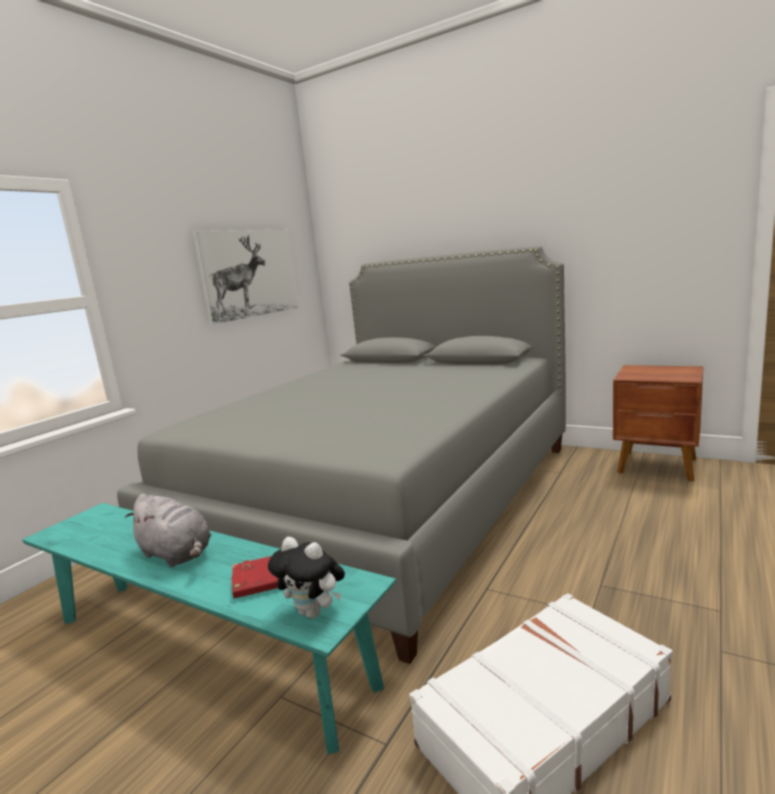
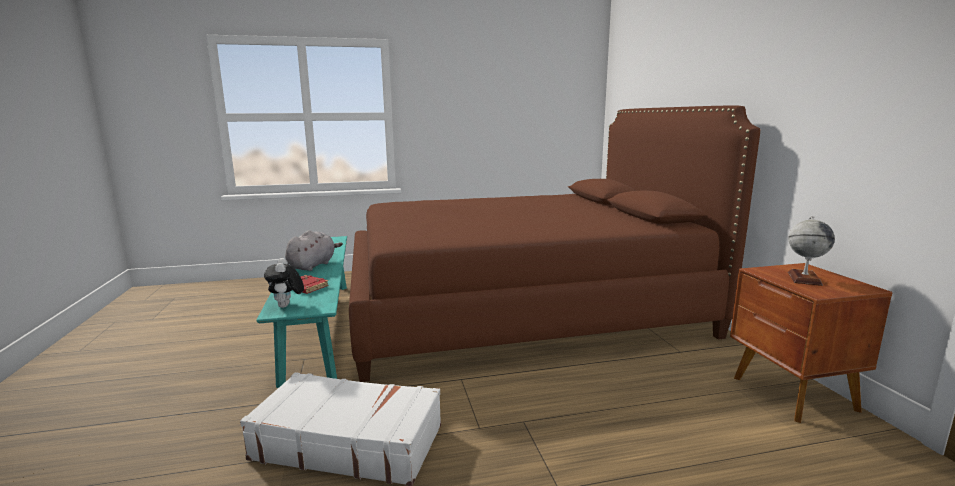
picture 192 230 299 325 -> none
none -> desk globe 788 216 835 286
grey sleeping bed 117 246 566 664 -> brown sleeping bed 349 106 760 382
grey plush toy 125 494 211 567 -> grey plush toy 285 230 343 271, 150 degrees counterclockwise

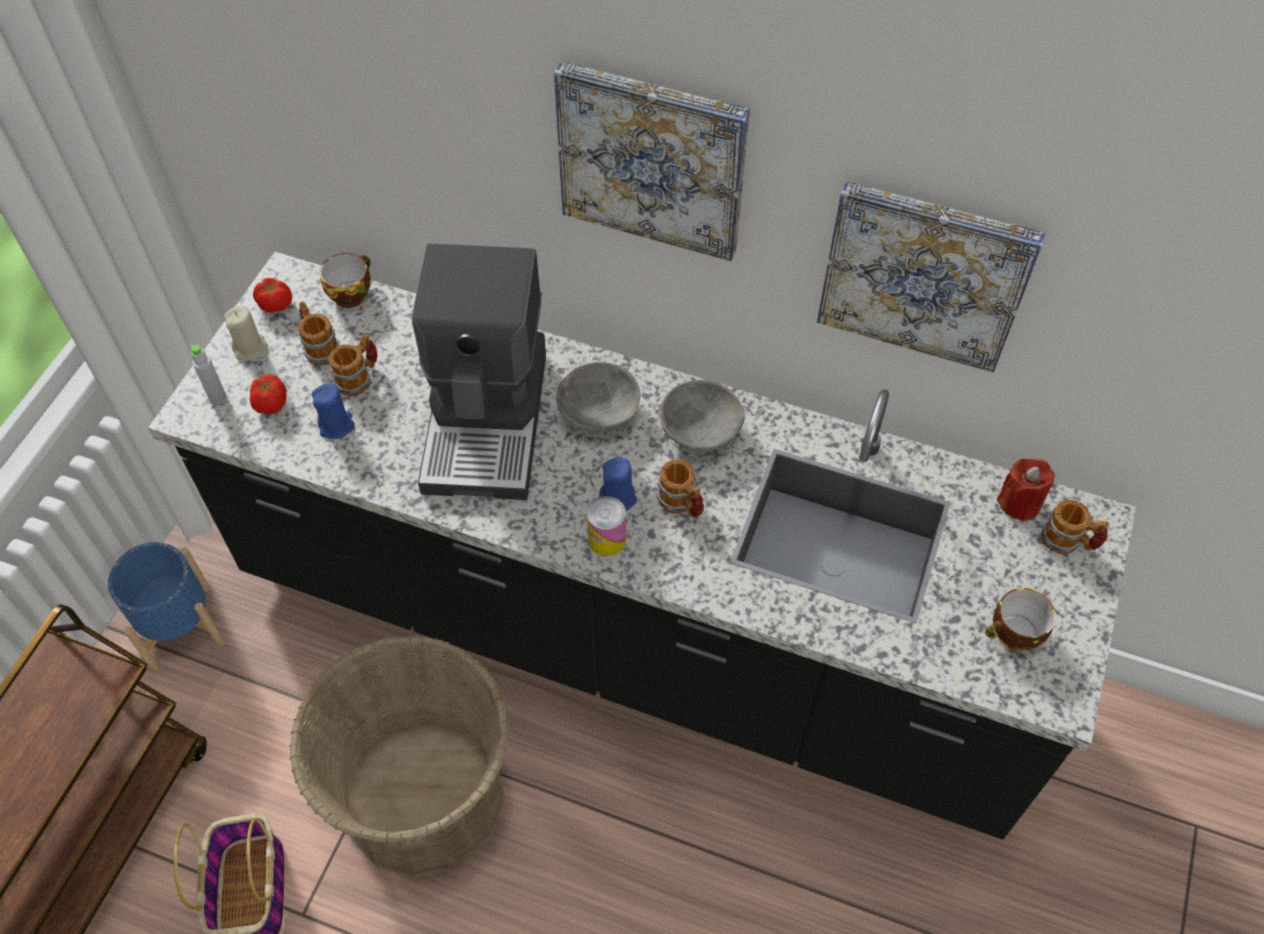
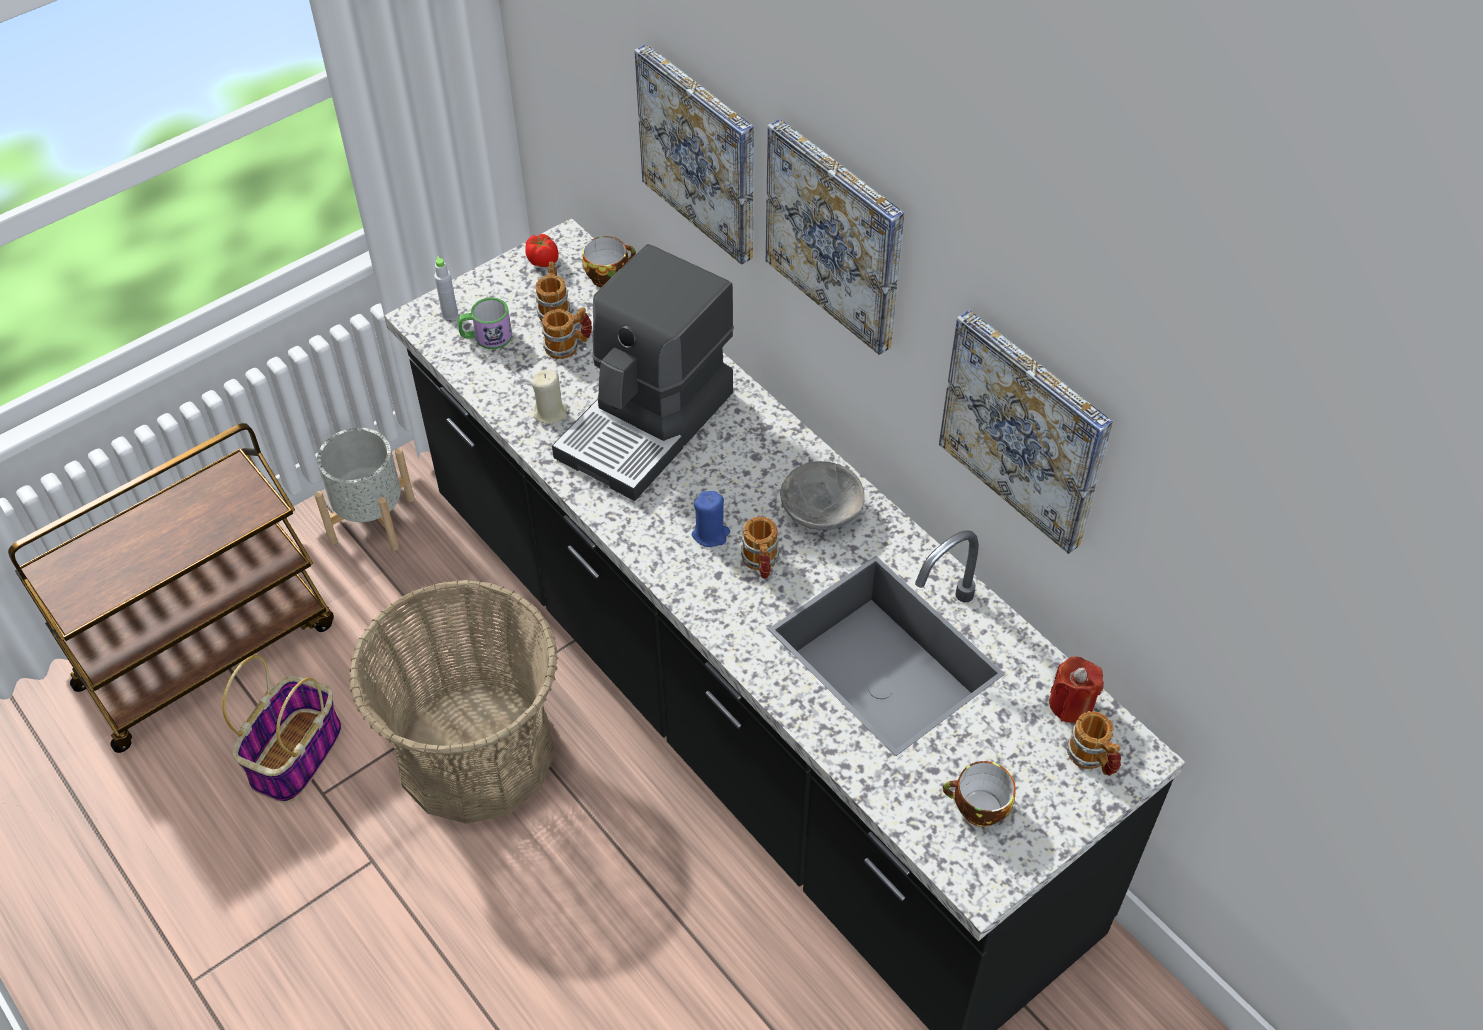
blue-coloured wax candle 312 384 355 439 -> none
grey bowl 556 362 641 432 -> none
sealed can 587 496 626 556 -> none
none -> picture 634 44 754 265
beige-coloured wax candle 224 306 268 361 -> beige-coloured wax candle 532 369 568 424, move
tomato 250 374 286 414 -> mug 458 297 512 349
blue-coloured flower pot 108 542 225 670 -> grey flower pot 314 428 415 551

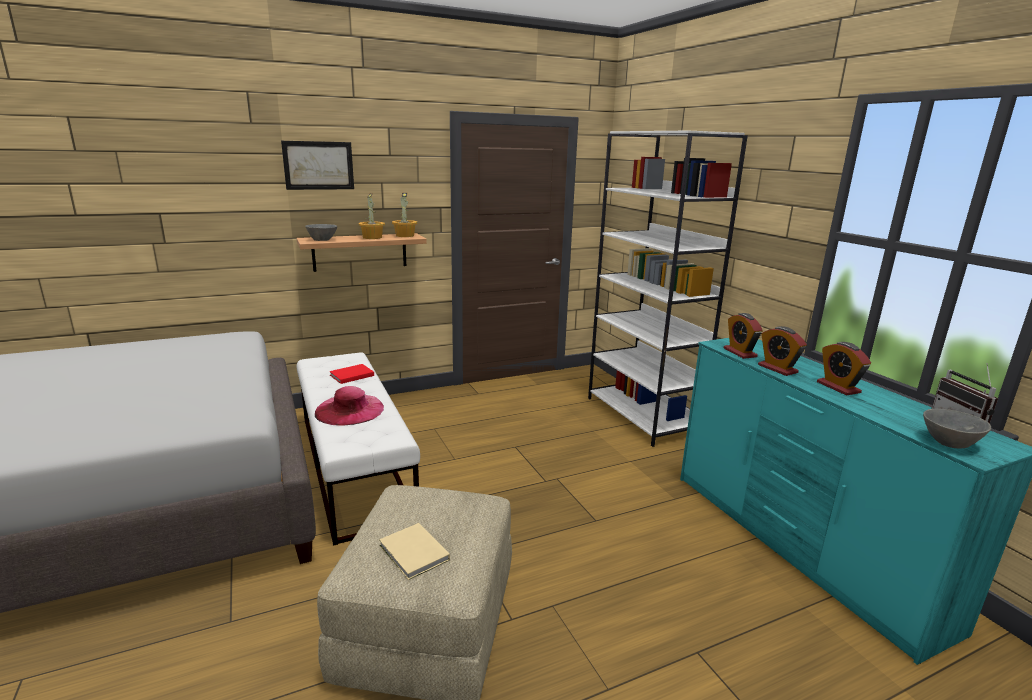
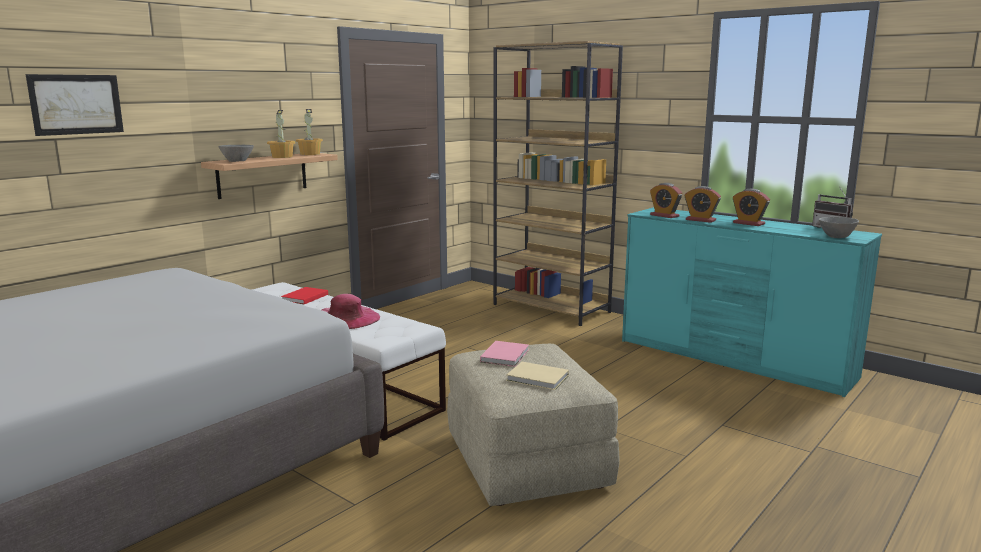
none -> pink volume 480 341 529 367
picture 281 141 354 190 -> picture 26 74 124 136, move
whitish shelving unit 588 131 748 447 -> brown shelving unit 493 41 623 326

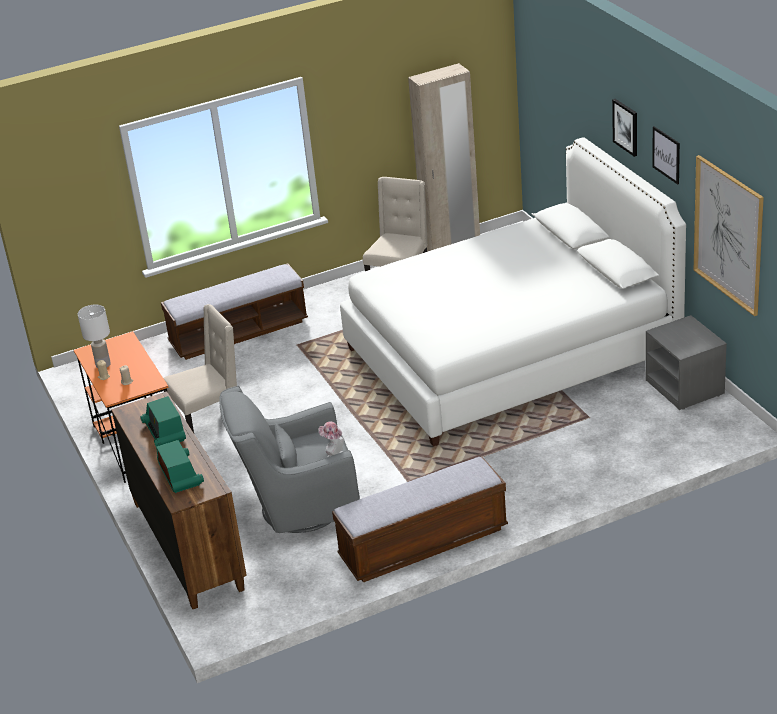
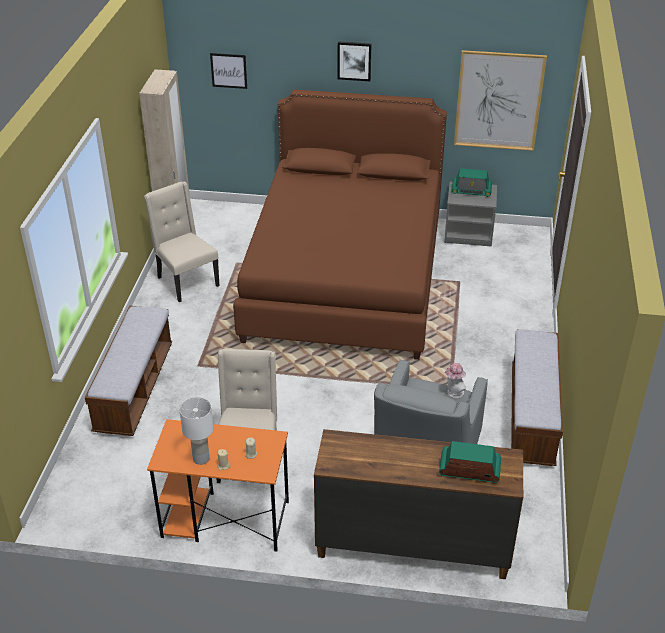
radio receiver 140 396 186 446 -> radio receiver 452 168 492 197, move
picture 652 126 680 185 -> picture 210 53 247 89, move
whitish sleeping bed 340 137 686 447 -> brown sleeping bed 233 89 447 360

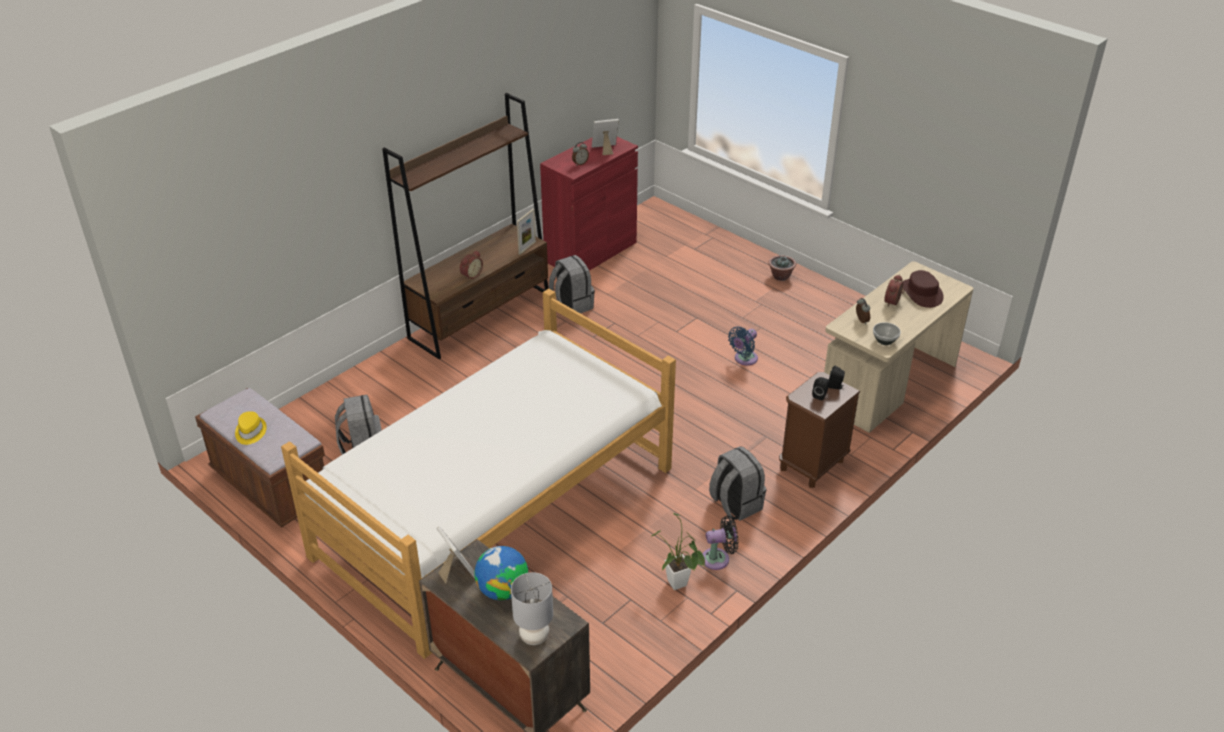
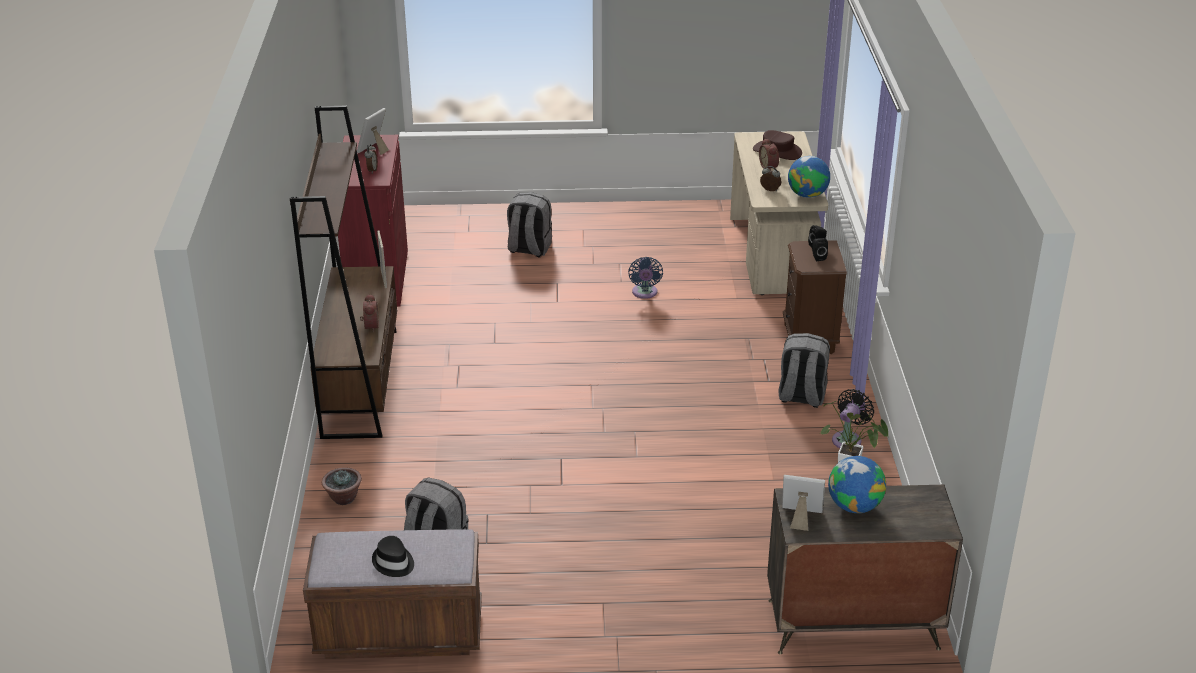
sleeping bed 281 289 676 659 -> none
grey table lamp 511 572 553 645 -> none
grey knapsack 549 255 595 313 -> grey knapsack 507 192 552 257, move
houseplant 769 255 796 281 -> houseplant 322 467 362 505, move
bowl 873 322 901 345 -> desk globe 788 156 830 198
yellow clothing hat 235 411 267 445 -> black clothing hat 372 536 414 577

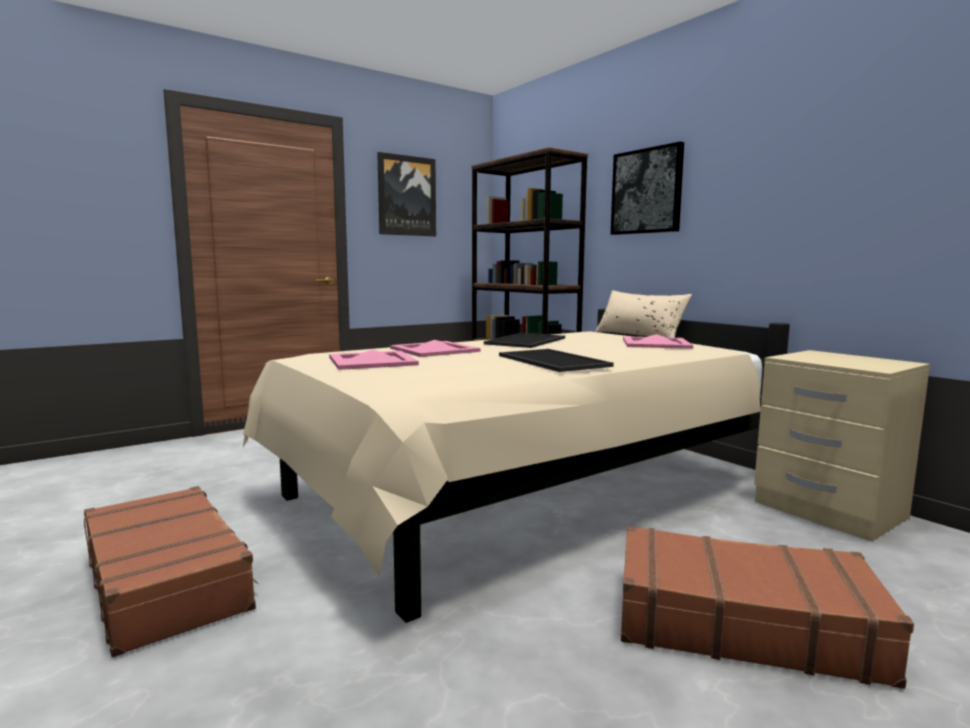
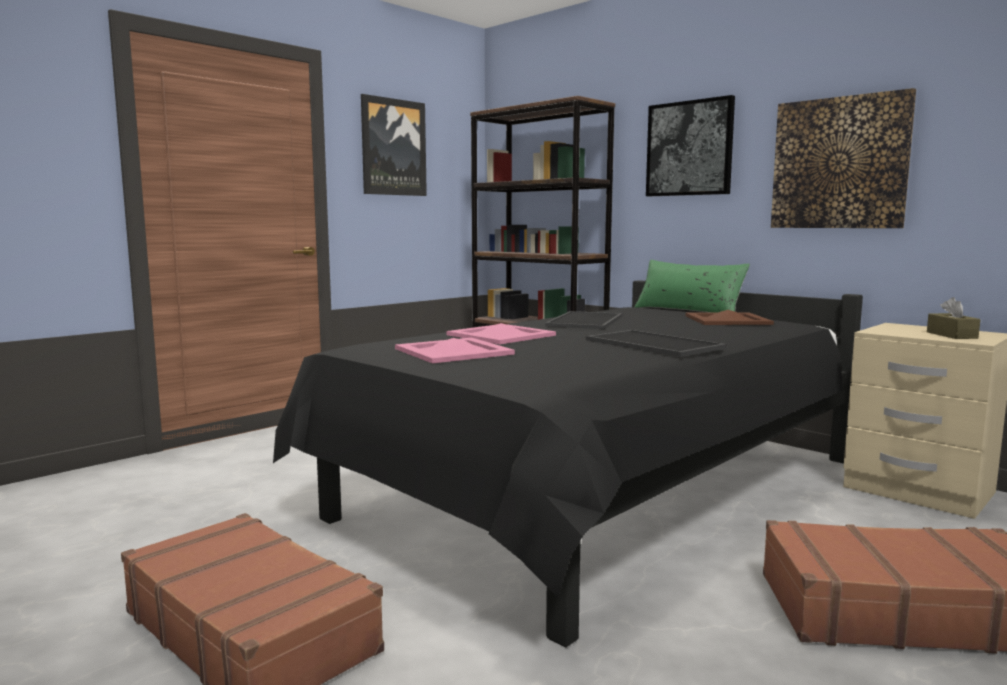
none -> picture 771 88 916 228
none -> brown box of tissues 927 297 981 339
beige-coloured sleeping bed 243 309 790 623 -> black sleeping bed 273 280 863 648
beige-coloured cushion 595 290 692 338 -> green cushion 635 260 750 313
pink tray 623 334 693 349 -> brown tray 685 310 774 325

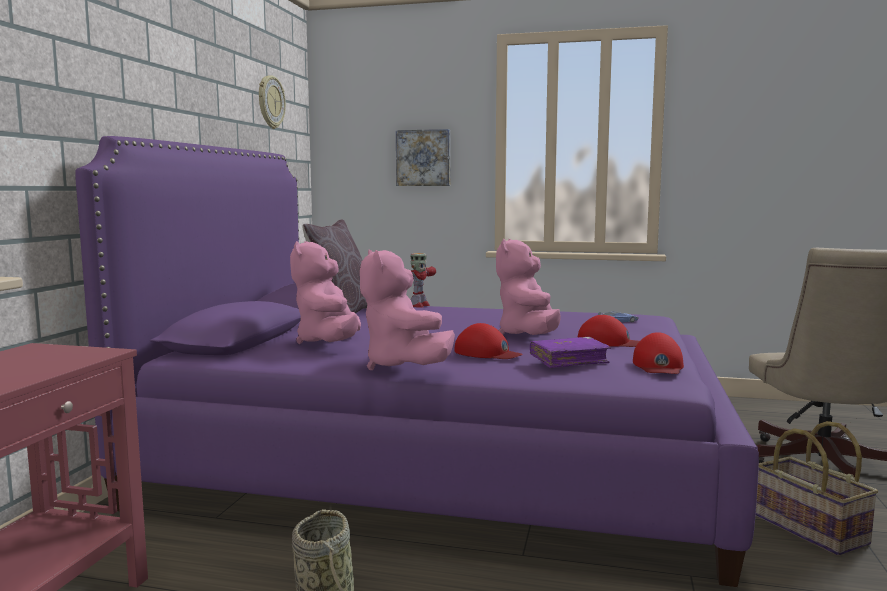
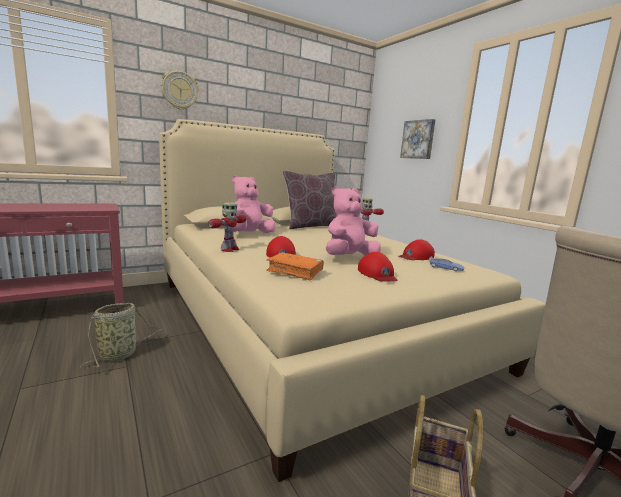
hanging clock 259 75 286 129 -> hanging clock 161 71 199 110, move
reddish baseball cap 633 332 684 374 -> reddish baseball cap 399 239 435 260, move
pink plush toy 360 250 455 370 -> robot figure 208 202 246 252
purplish sleeping bed 75 136 759 587 -> beige-coloured sleeping bed 159 119 545 482
purplish volume 530 337 611 368 -> orange volume 266 252 324 281

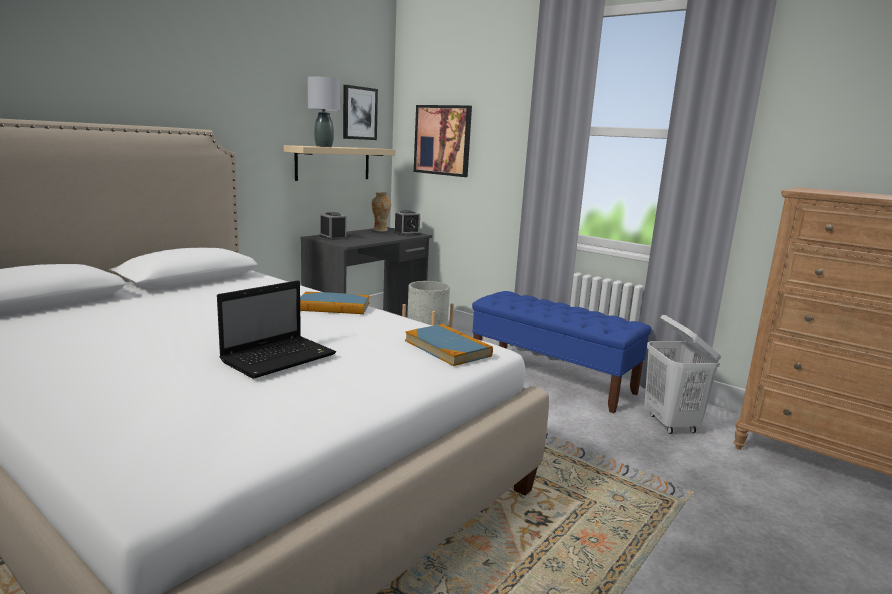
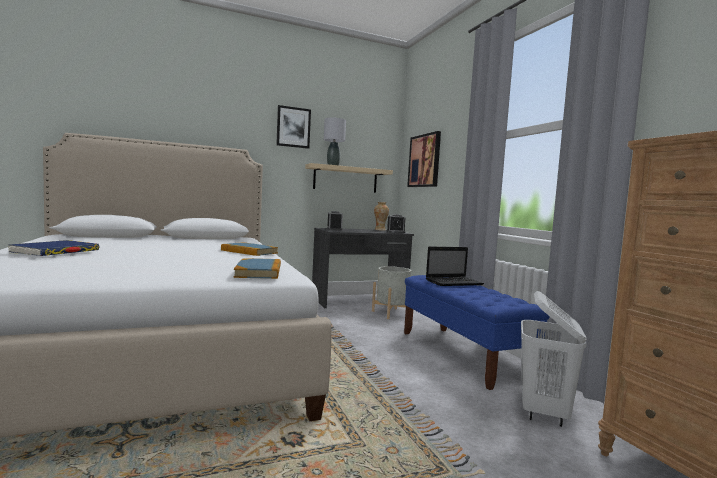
none -> blue-coloured volume 8 240 99 256
portable computer 217 280 336 379 -> portable computer 426 247 484 286, move
picture 343 85 378 140 -> picture 276 105 311 149, move

